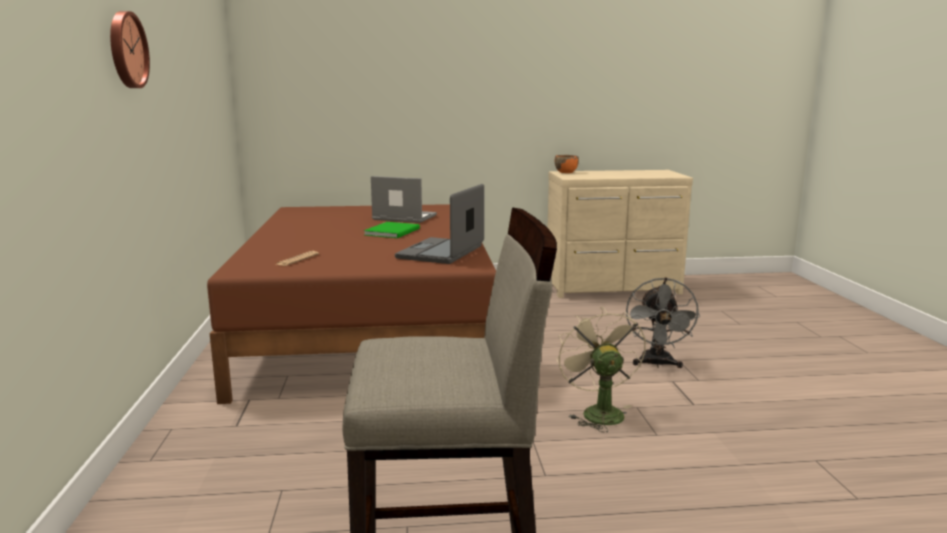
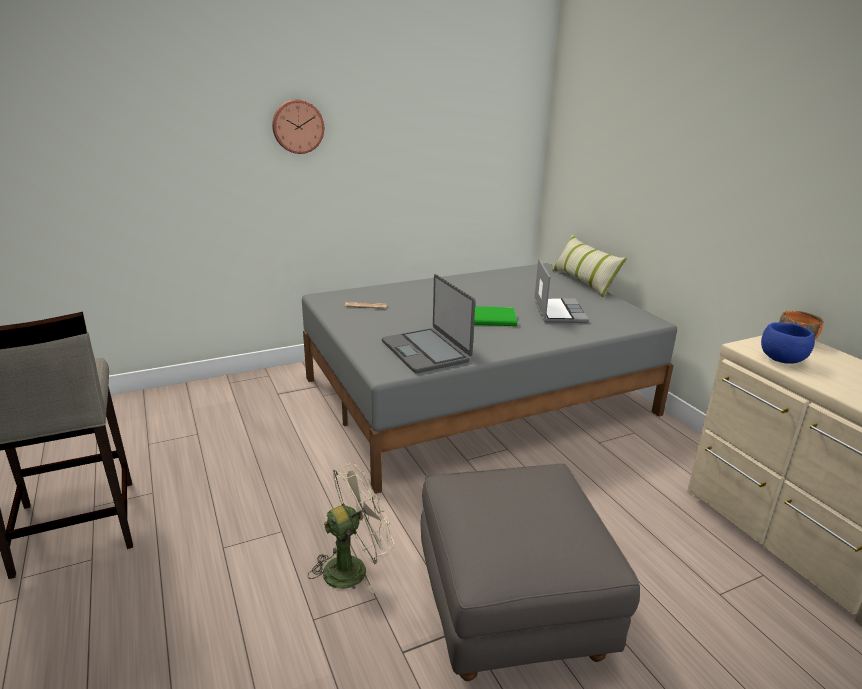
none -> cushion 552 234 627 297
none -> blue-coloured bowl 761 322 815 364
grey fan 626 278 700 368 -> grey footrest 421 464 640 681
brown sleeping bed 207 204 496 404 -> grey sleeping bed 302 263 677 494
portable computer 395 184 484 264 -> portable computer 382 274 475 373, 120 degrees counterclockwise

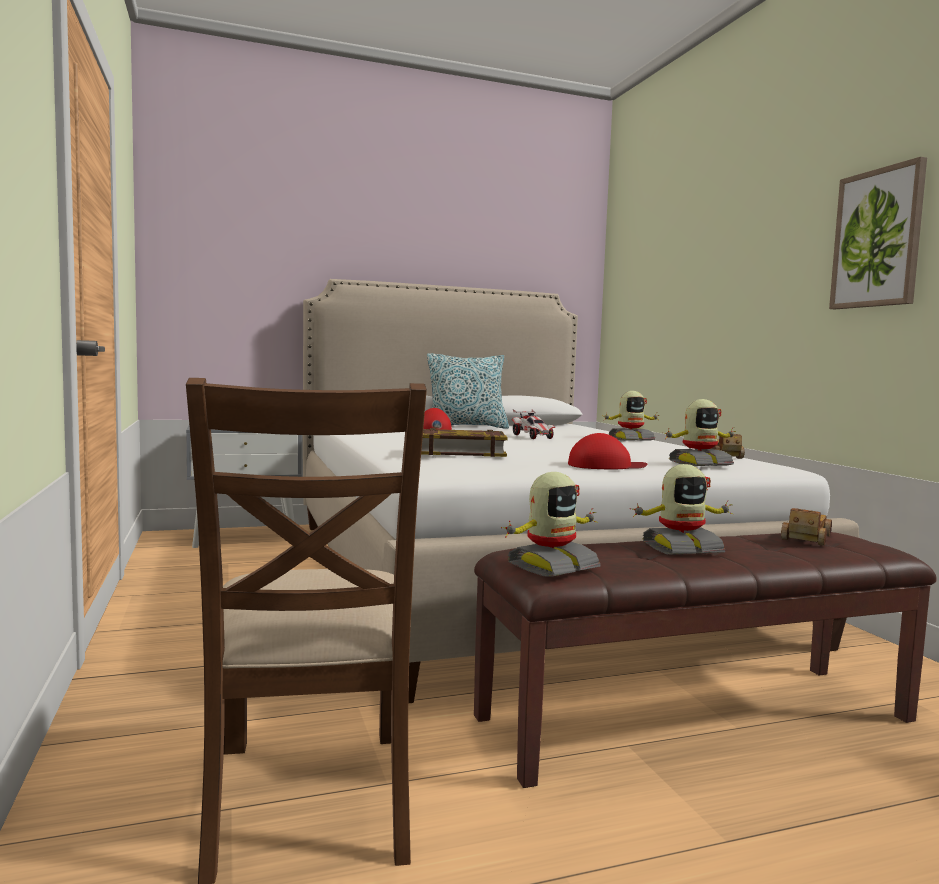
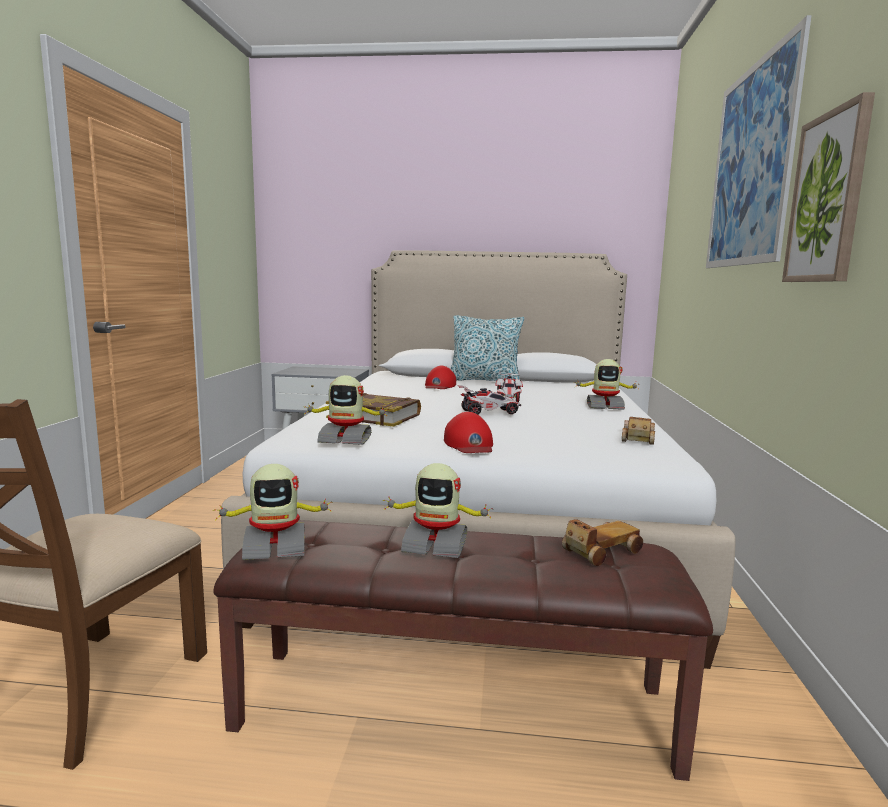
none -> model car 458 385 521 414
none -> picture 706 15 812 268
robot figure 665 399 736 466 -> robot figure 305 375 389 445, move
reddish baseball cap 568 433 647 469 -> reddish baseball cap 444 412 493 453, 60 degrees clockwise

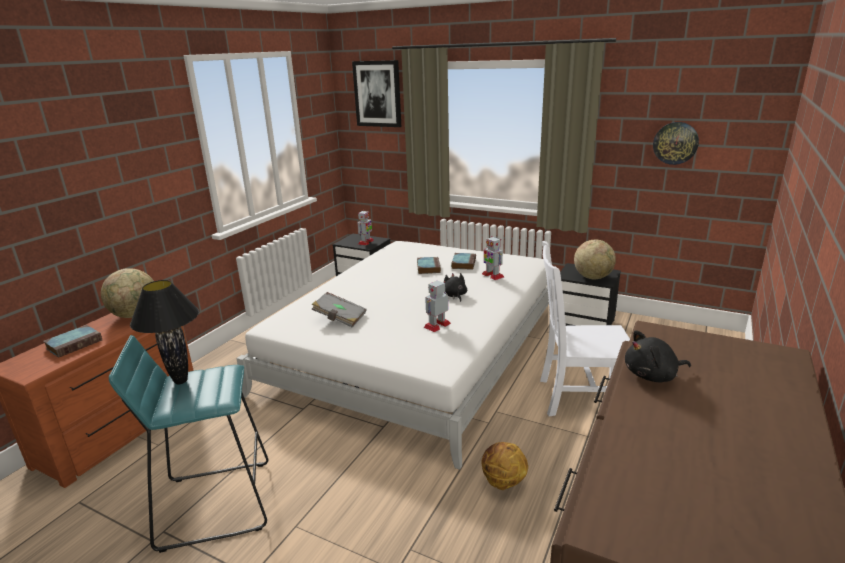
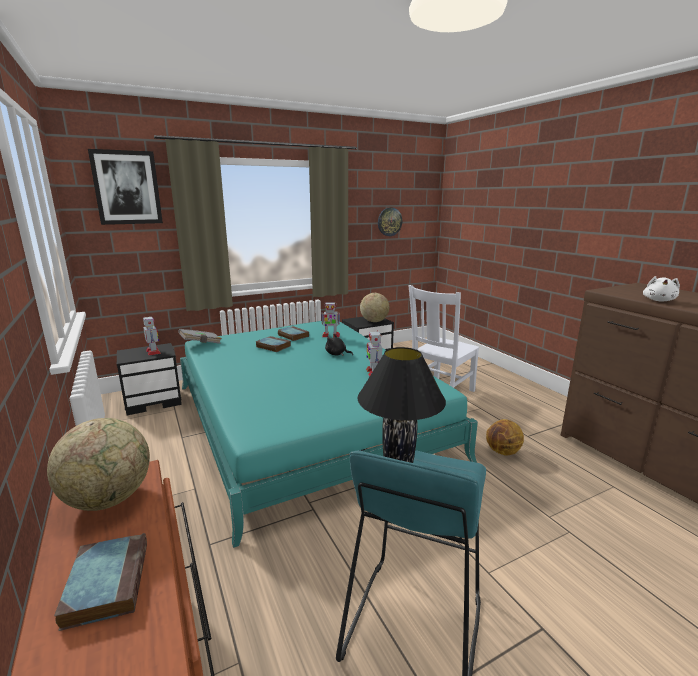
grey volume 312 292 366 327 -> grey volume 178 329 222 344, move
whitish sleeping bed 236 241 549 470 -> turquoise sleeping bed 180 321 478 548
black plush toy 625 330 691 383 -> whitish plush toy 643 276 680 301

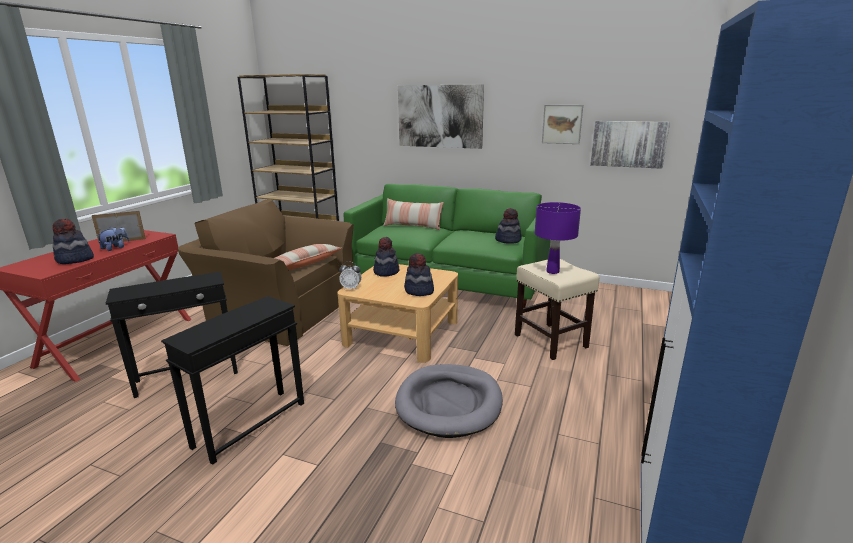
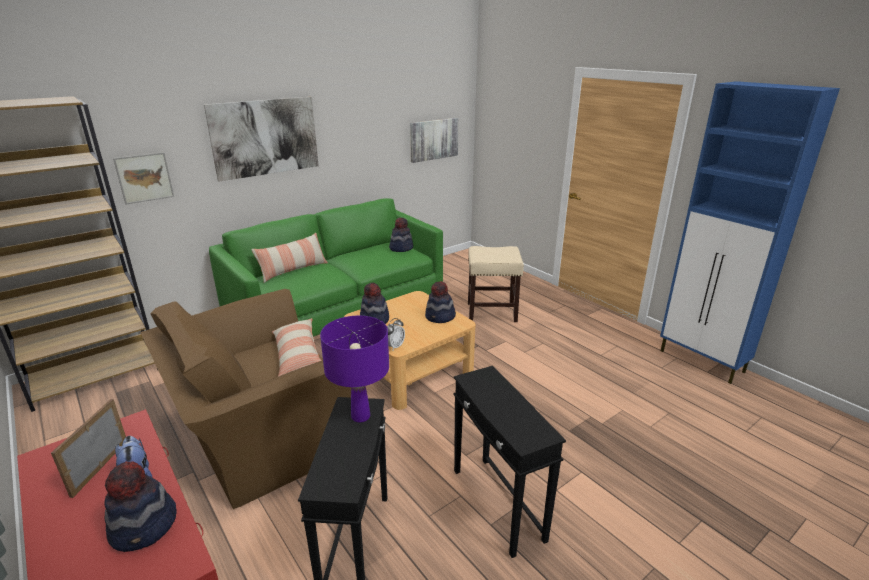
grey dog cushion 395 364 503 438 -> none
purplish table lamp 535 202 581 274 -> purplish table lamp 320 316 389 422, move
picture 542 105 583 144 -> picture 113 152 174 204, move

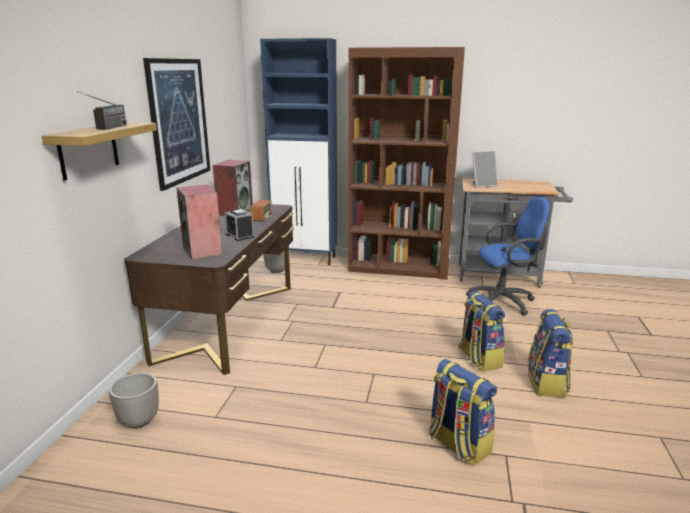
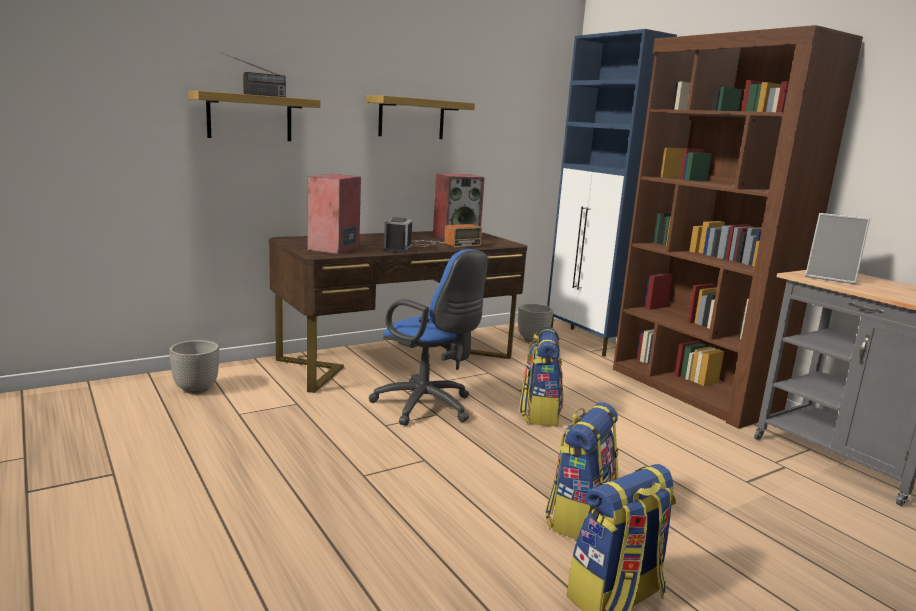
knapsack 429 359 497 466 -> knapsack 519 327 563 427, move
blue-coloured computer chair 466 197 551 315 -> blue-coloured computer chair 369 249 488 426, move
picture 143 58 210 191 -> shelf 366 95 475 139

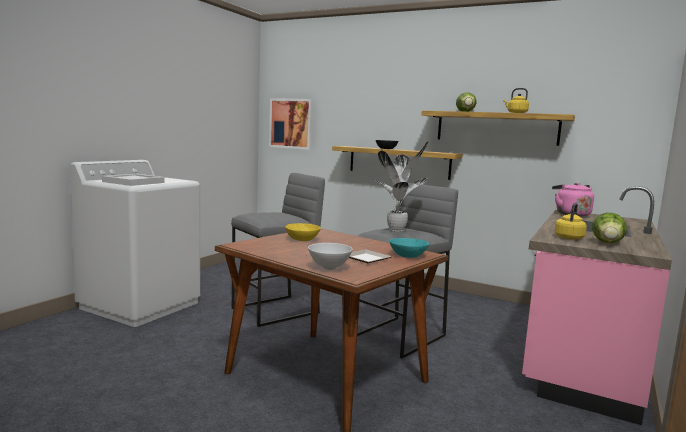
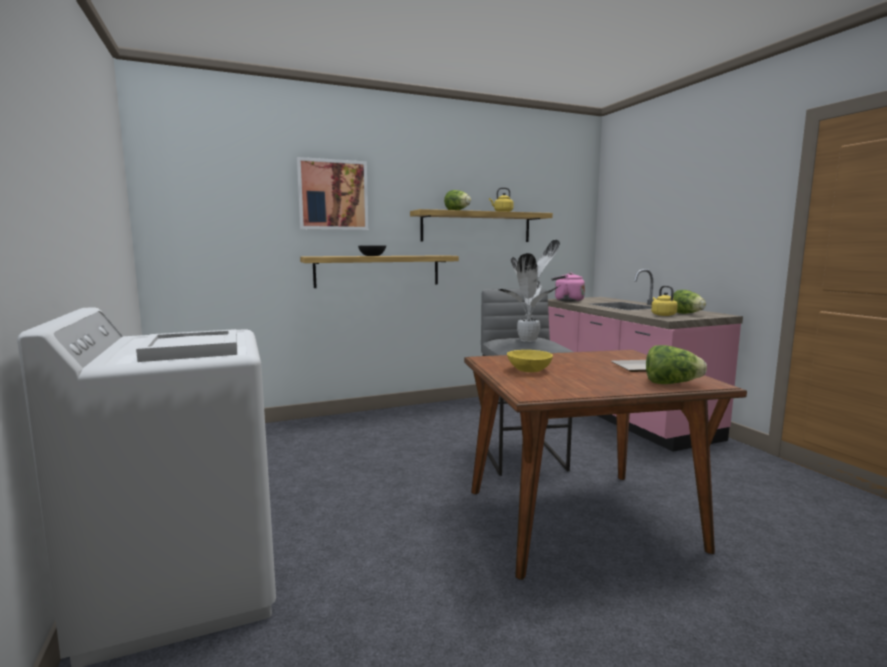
grey sitting stool 231 173 325 327 -> none
turquoise bowl 390 238 429 258 -> none
picture 269 98 313 150 -> picture 297 157 368 230, move
whitish bowl 308 243 353 270 -> lettuce 646 345 707 384

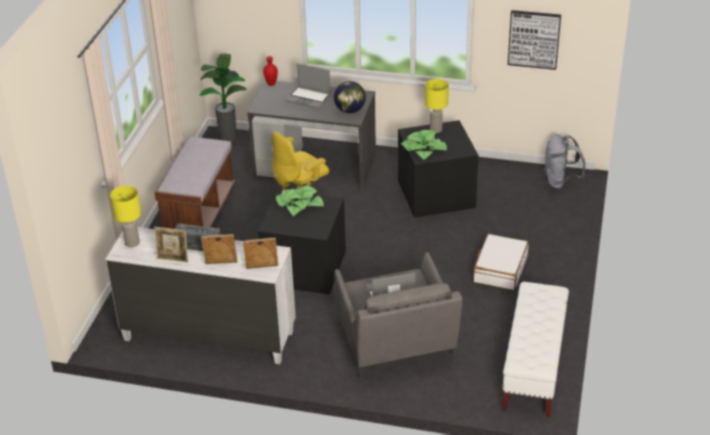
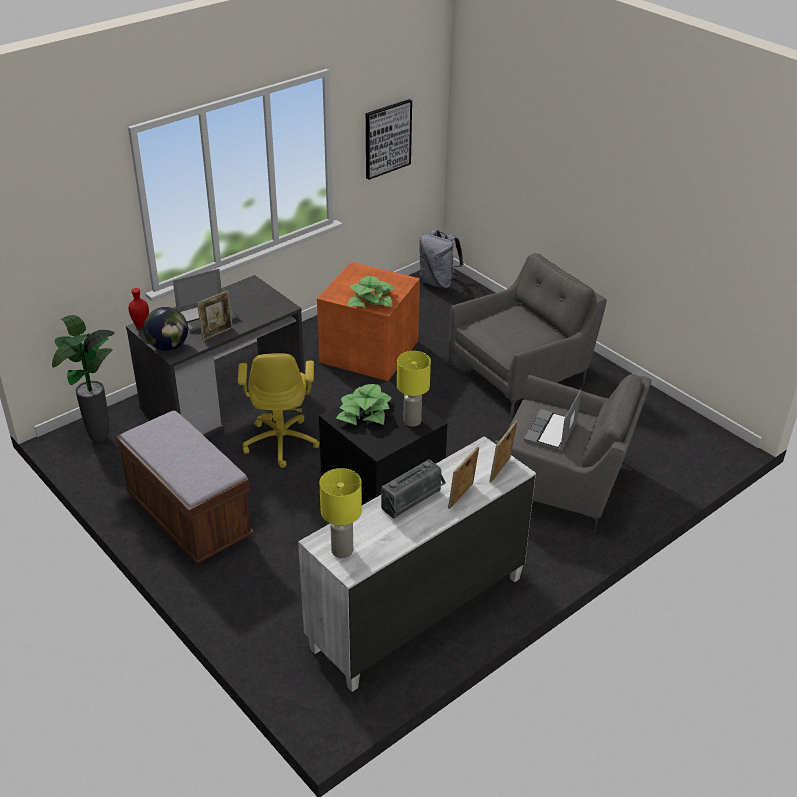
whitish long seat 502 282 569 418 -> none
photo frame 154 227 188 262 -> photo frame 197 291 233 341, move
desk globe 334 81 366 113 -> desk globe 144 307 188 351, move
yellow table lamp 425 79 449 133 -> yellow table lamp 397 351 431 427, move
whitish suitcase 473 234 529 290 -> grey lounge chair 449 253 607 416
black storage box 398 120 479 218 -> orange storage box 317 262 420 381

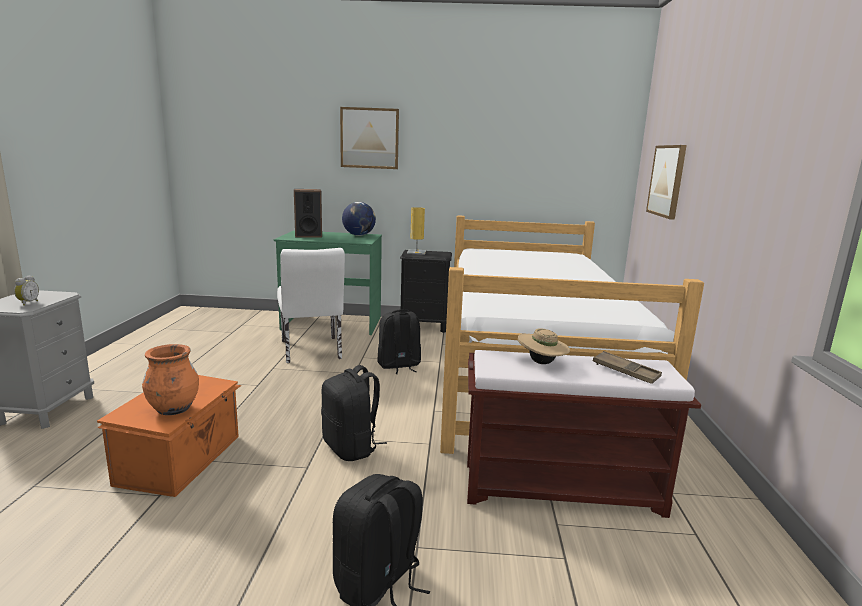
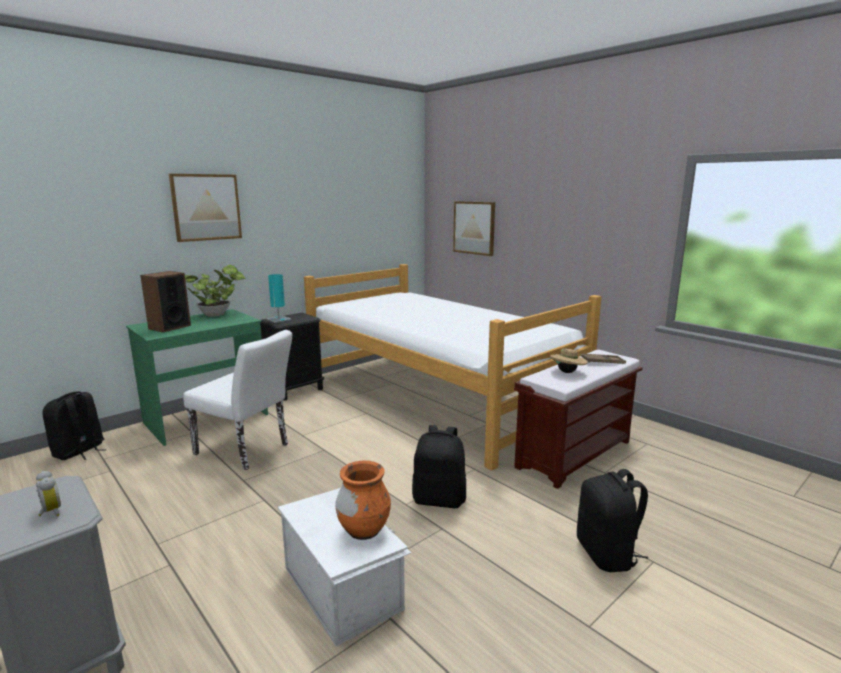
black knapsack 377 309 421 374 -> black knapsack 42 392 106 460, move
desk globe 342 202 376 236 -> houseplant 185 265 246 317
orange storage box 97 375 241 497 -> whitish storage box 278 488 411 646
yellow table lamp 407 207 426 255 -> turquoise table lamp 266 274 291 323

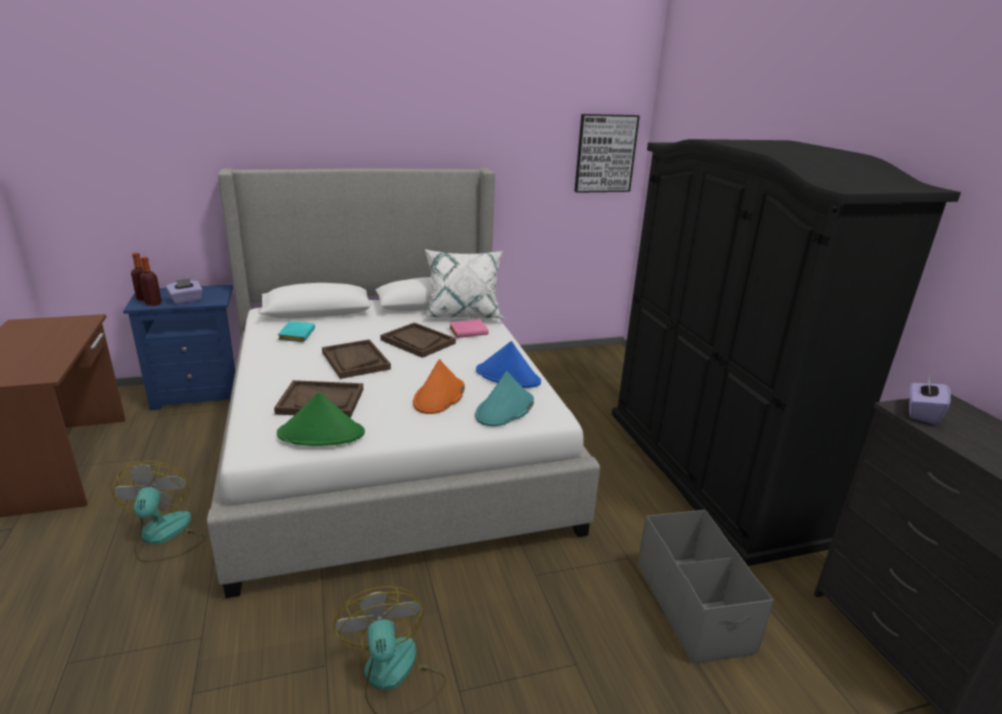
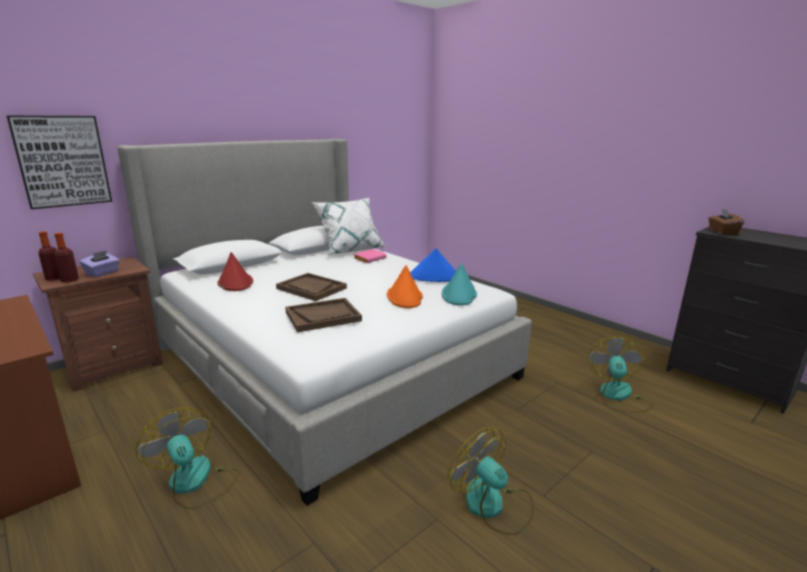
green clothing hat 277 392 365 446 -> none
brown tray 380 322 456 358 -> none
black armoire 612 139 961 566 -> none
picture 574 114 640 193 -> picture 7 116 112 209, move
turquoise volume 278 321 315 342 -> reddish clothing hat 217 252 253 291
grey storage box 638 510 774 664 -> fan 588 336 654 413
blue-coloured night table 123 285 235 411 -> brown night table 33 257 163 392
purplish box of tissues 909 374 951 424 -> brown box of tissues 708 208 744 235

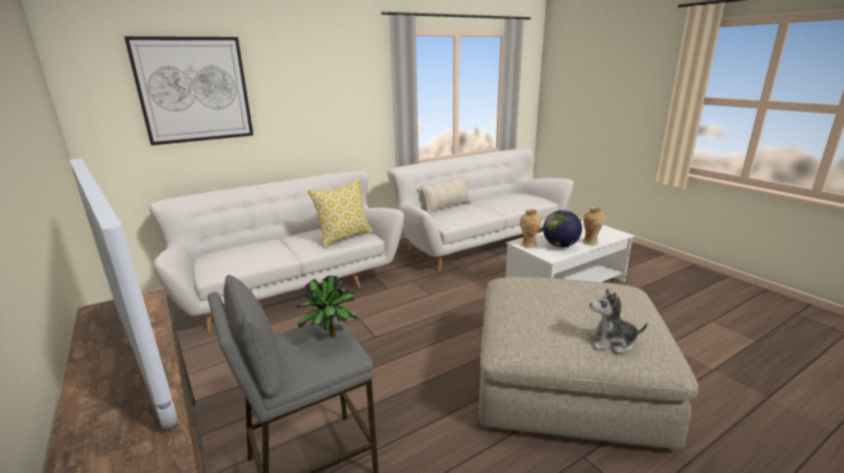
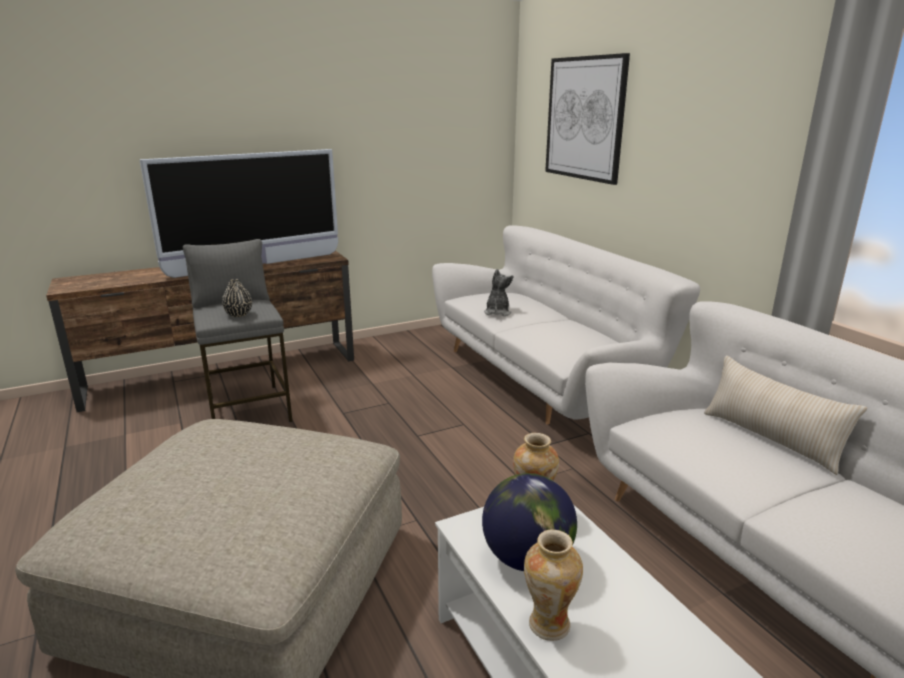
cushion 307 179 373 248 -> none
plush toy 588 288 648 353 -> plush toy 484 269 514 316, move
houseplant 296 276 357 337 -> black flower vase 222 279 252 317

